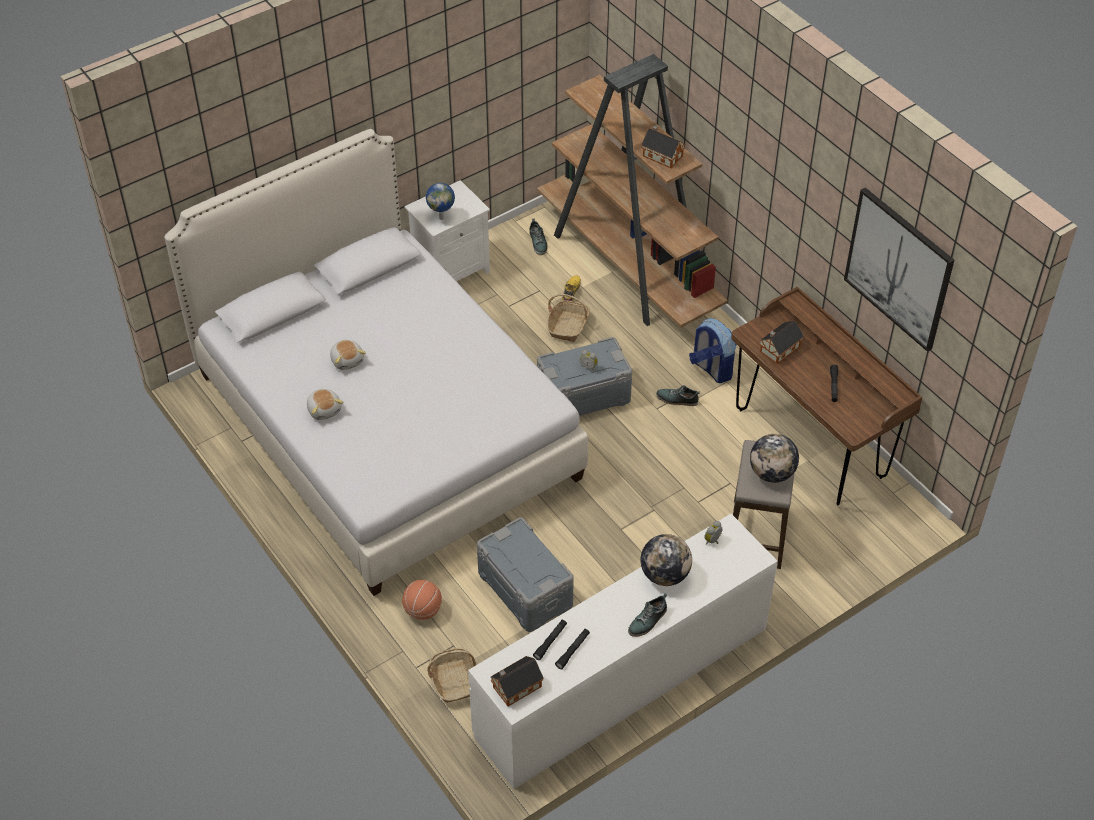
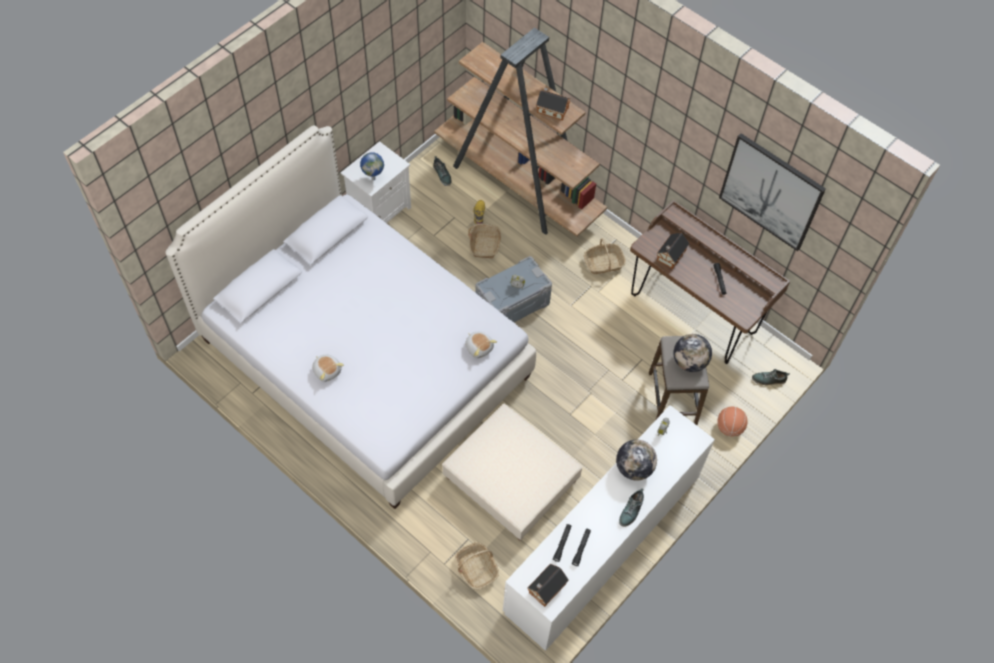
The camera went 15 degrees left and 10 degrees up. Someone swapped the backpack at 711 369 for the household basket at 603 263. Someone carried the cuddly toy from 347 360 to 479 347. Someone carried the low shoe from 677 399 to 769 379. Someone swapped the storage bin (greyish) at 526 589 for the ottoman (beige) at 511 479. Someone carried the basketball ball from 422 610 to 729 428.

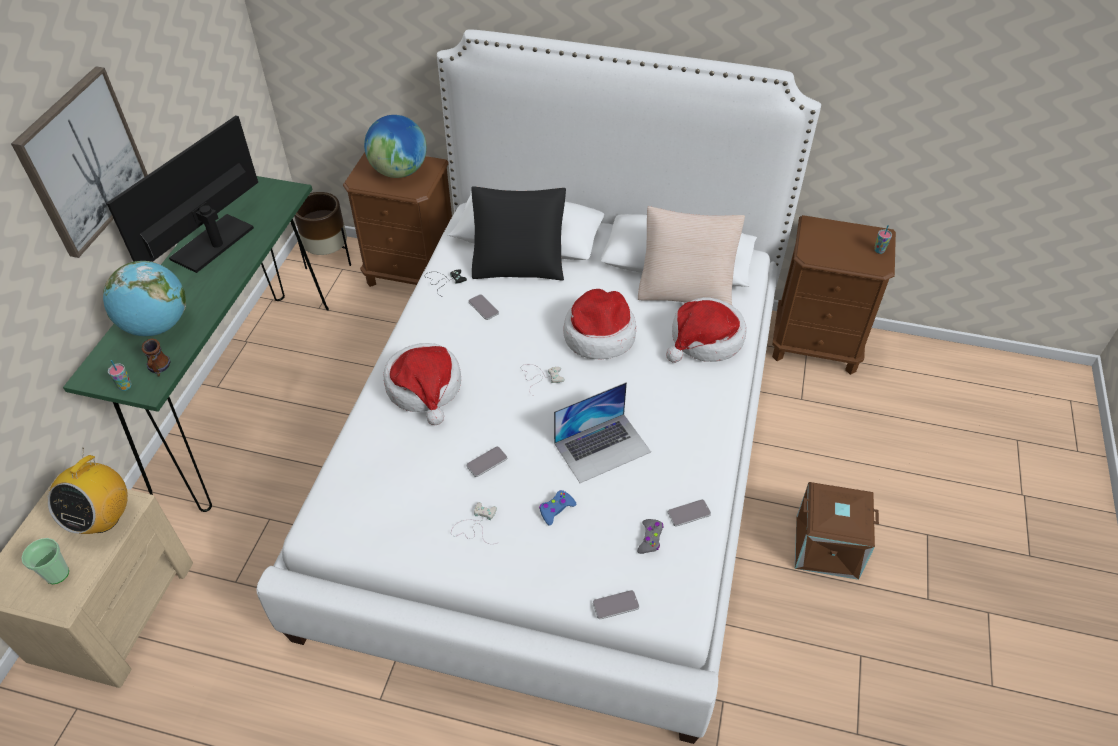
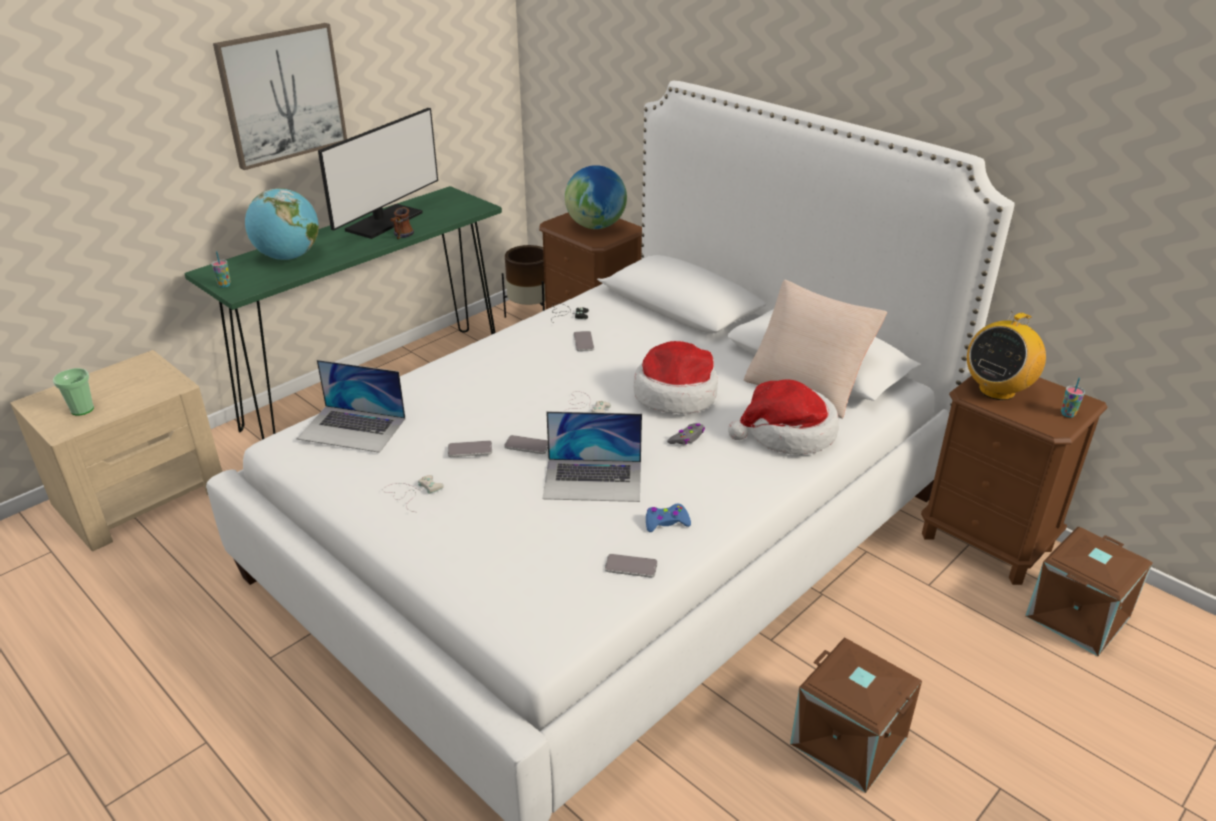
The camera went 30 degrees right and 15 degrees down. Someone rotated the monitor at 212 243 by 150 degrees clockwise. Someone took away the pillow (blackish) at 519 262. Someone carried the mug from 159 369 to 401 236. Someone took away the hat at 425 388. Someone carried the radio from 103 518 to 997 390. Someone carried the gamepad (blue) from 556 509 to 666 522. Someone carried the gamepad (greyish) from 650 539 to 687 438. Someone carried the handset from 615 605 to 527 445. Someone put down the portable computer at 352 428. Someone put down the storage bin (brown) at 1079 618.

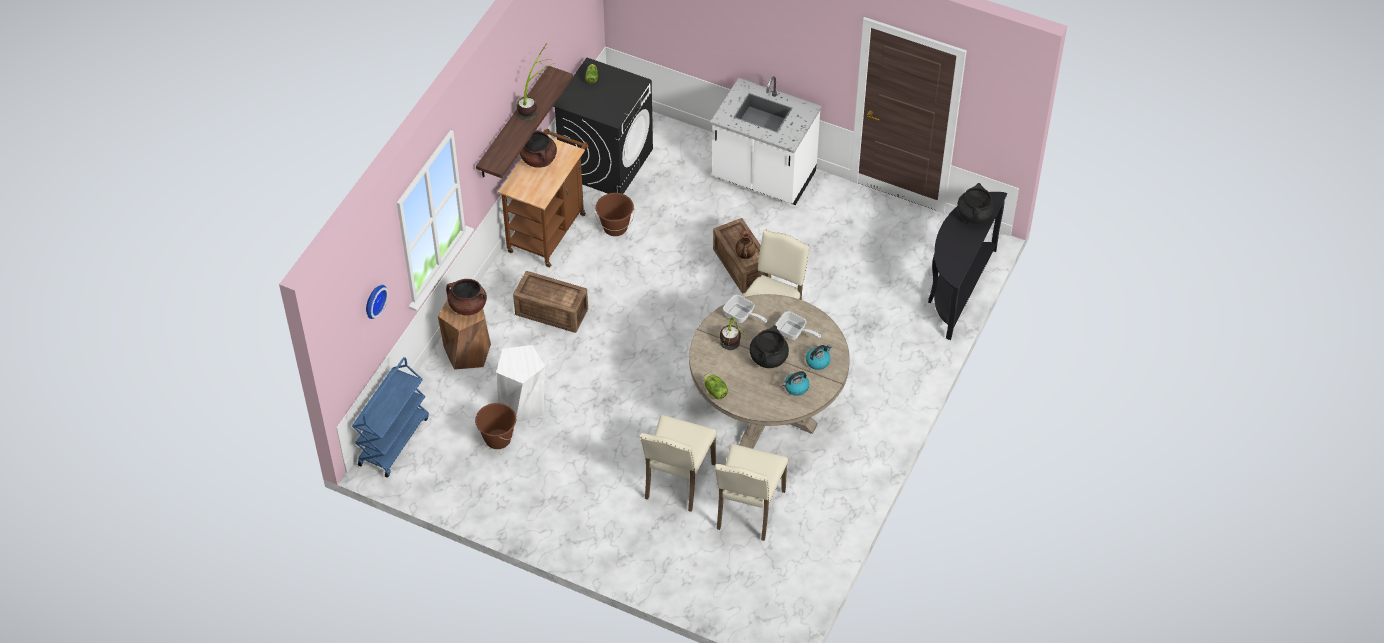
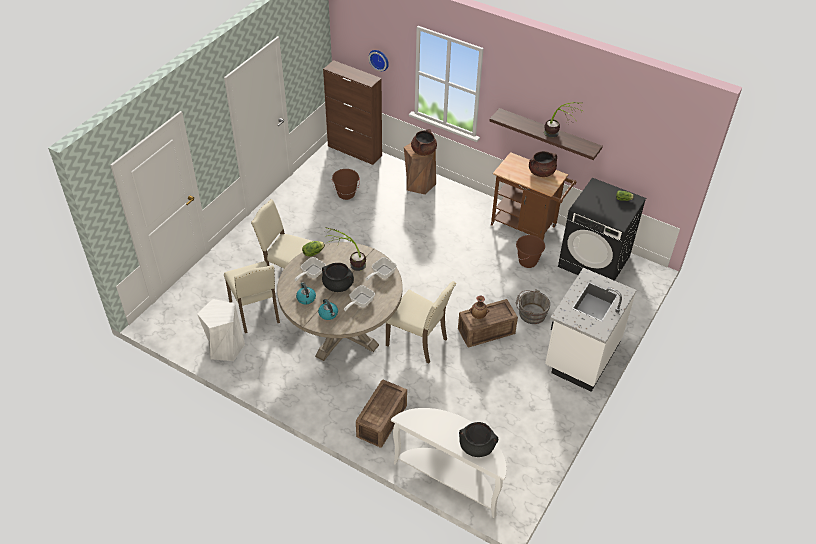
The camera went 95 degrees right and 5 degrees down. Someone repainted the console table (blackish) at 957 289, which became the console table (whitish) at 450 478. Someone carried the crate from 551 311 to 383 420. Someone carried the stool seat (whitish) from 523 404 to 225 347. Someone swapped the trolley (blue) at 393 440 for the cupboard (brown) at 355 151. Someone rotated the plain chair (beige) at 748 510 by 135 degrees counterclockwise. Someone put down the frying pan at 311 274. Someone put down the bucket (greyish) at 530 313.

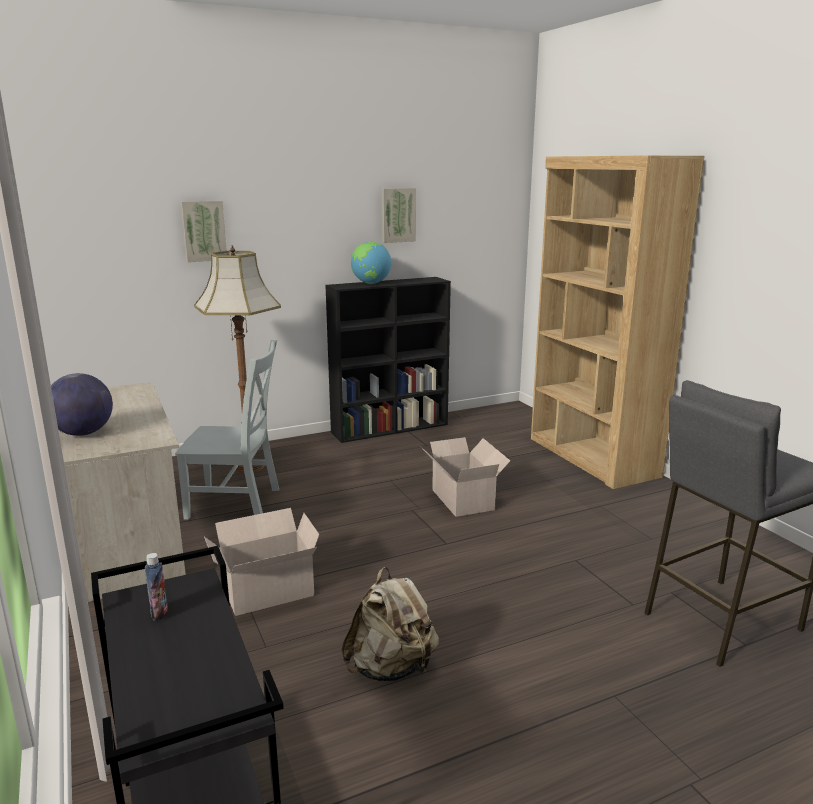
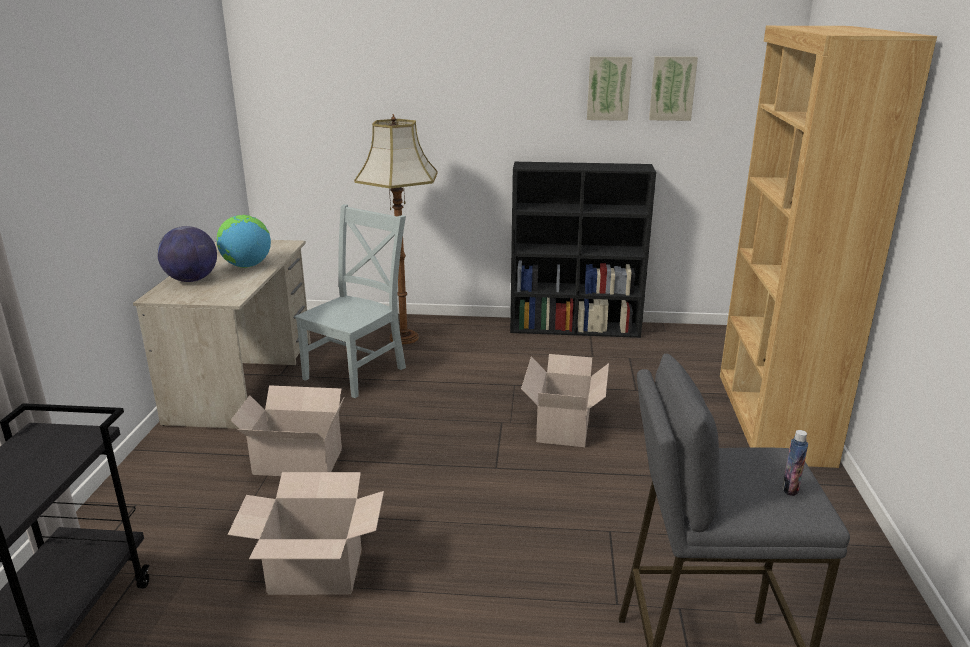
The camera went 30 degrees right and 5 degrees up. Someone carried the wall picture from 204 231 to 672 88. Someone carried the desk globe from 371 283 to 246 266. Someone rotated the plain chair (greyish) at 238 504 by 90 degrees counterclockwise. Someone carried the drink bottle from 159 613 to 790 488. Someone swapped the backpack (beige) at 391 668 for the cardboard box at 316 570.

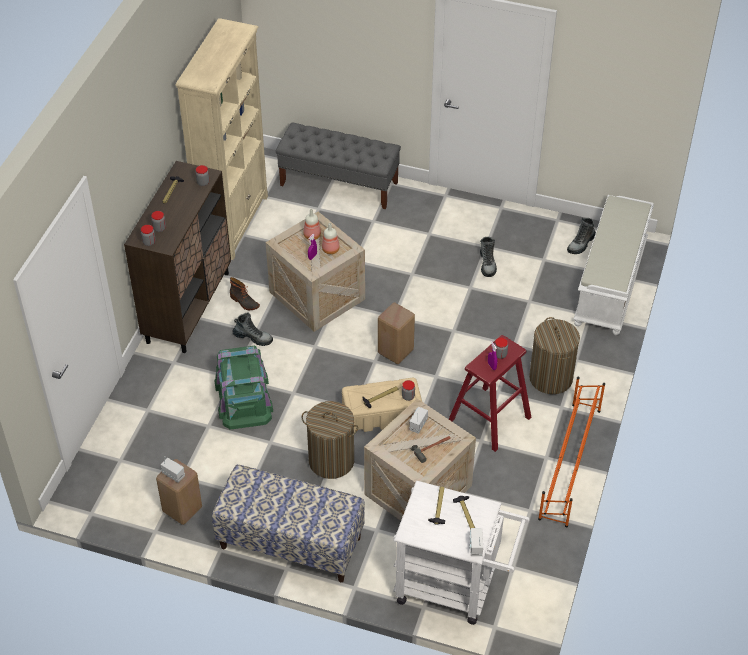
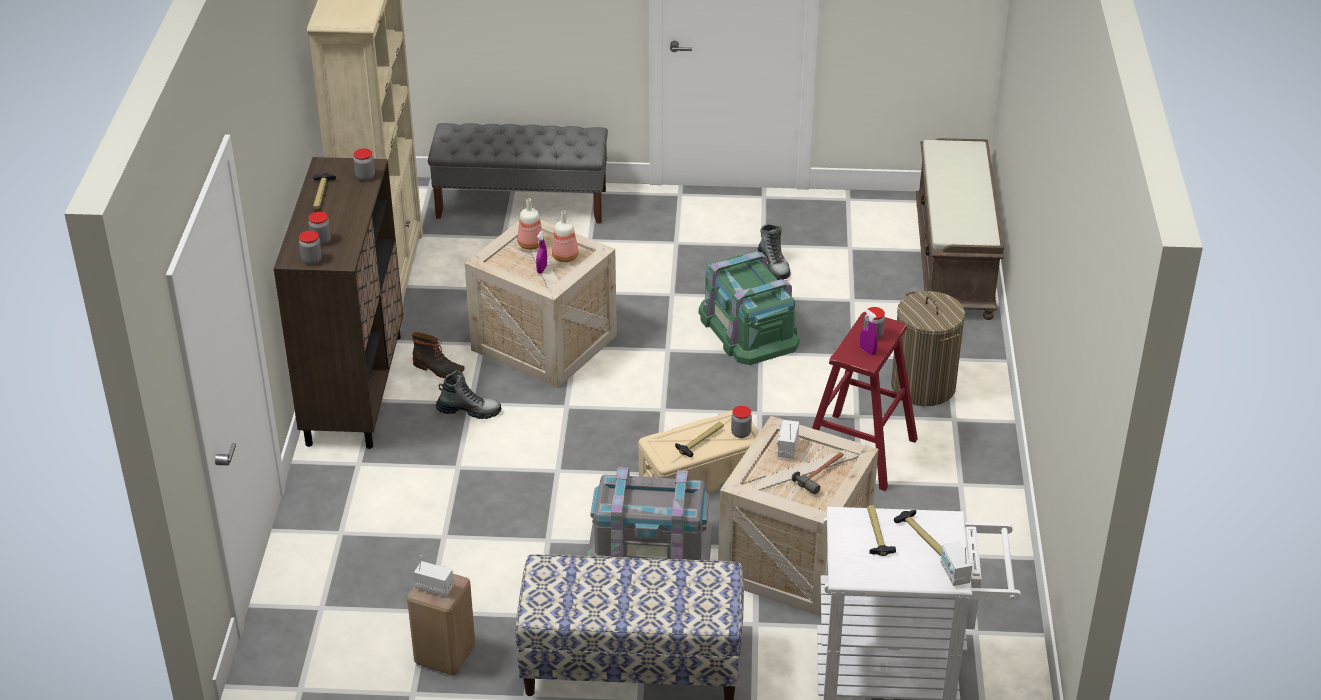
The camera went 15 degrees left and 10 degrees down. Someone repainted the indoor bench (whitish) at 611 284, which became the indoor bench (brown) at 954 261. Someone took away the tall boot at 581 244. Someone took away the stool seat (beige) at 396 351. Someone carried the storage bin (greenish) from 243 398 to 747 328. Someone took away the shoe stand (orangey) at 569 464. Someone swapped the hamper at 331 461 for the storage bin (greyish) at 650 547.

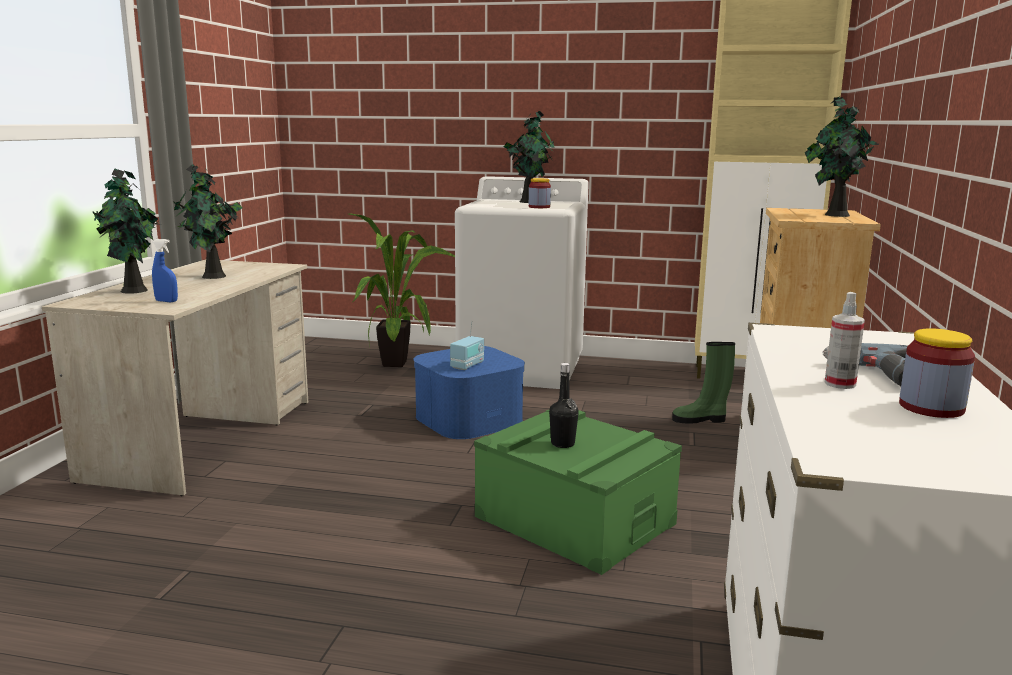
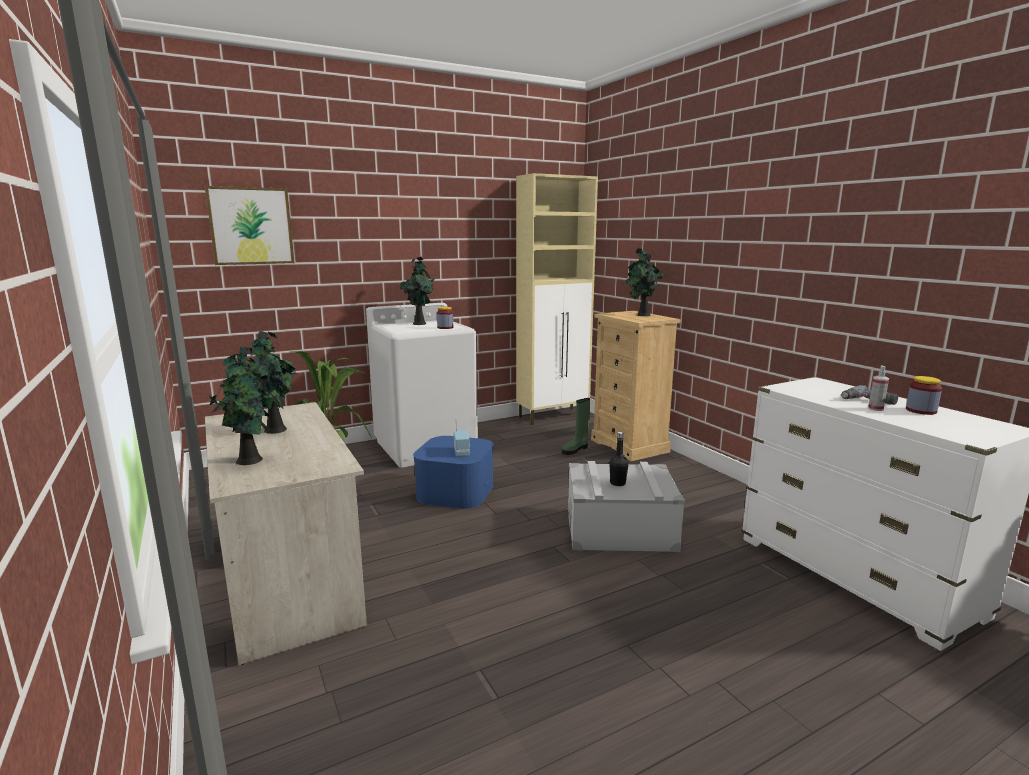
The camera went 40 degrees left and 0 degrees up. Someone took away the hand sprayer (blue) at 166 301. Someone repainted the storage bin (greenish) at 574 520, which became the storage bin (greyish) at 619 529. Someone put up the wall picture at 251 226.

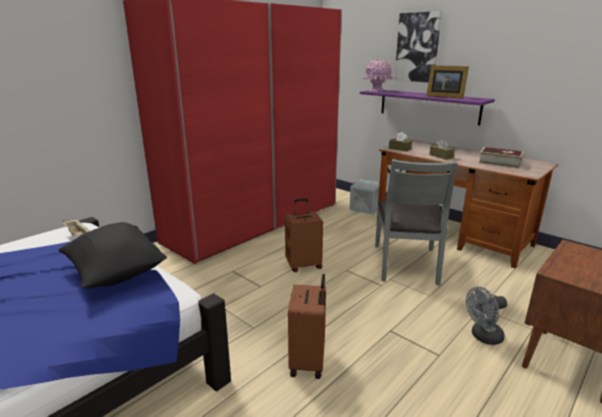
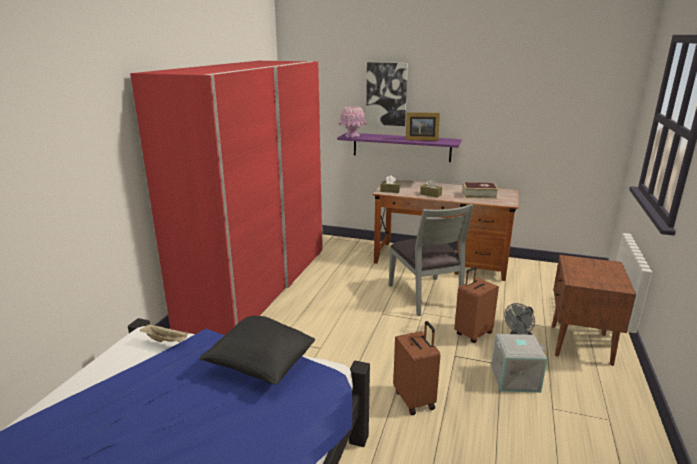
The camera went 25 degrees left and 0 degrees up. Someone carried the storage bin (greyish) from 365 207 to 515 378. Someone carried the suitcase (brown) from 303 265 to 472 333.

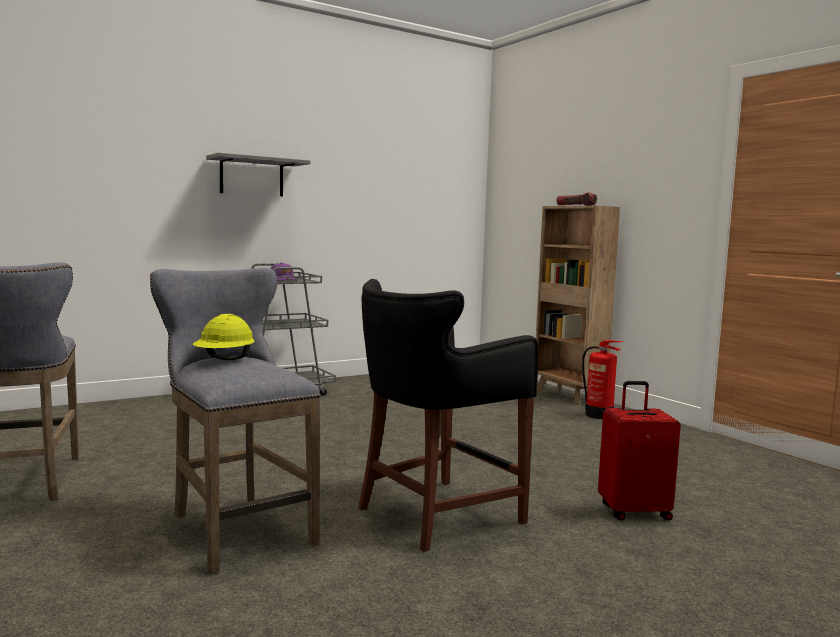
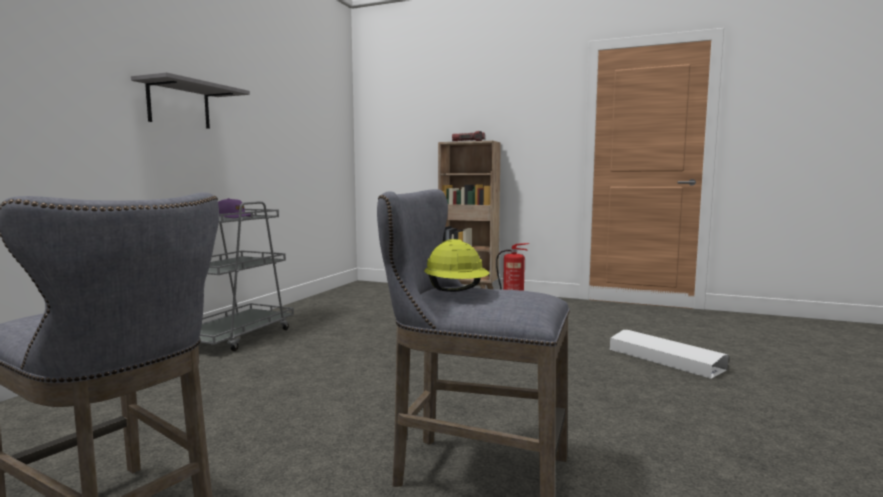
The camera went 35 degrees left and 0 degrees up. Someone took away the stool seat (blackish) at 434 515. Someone swapped the suitcase (red) at 634 511 for the storage bin (whitish) at 664 359.

